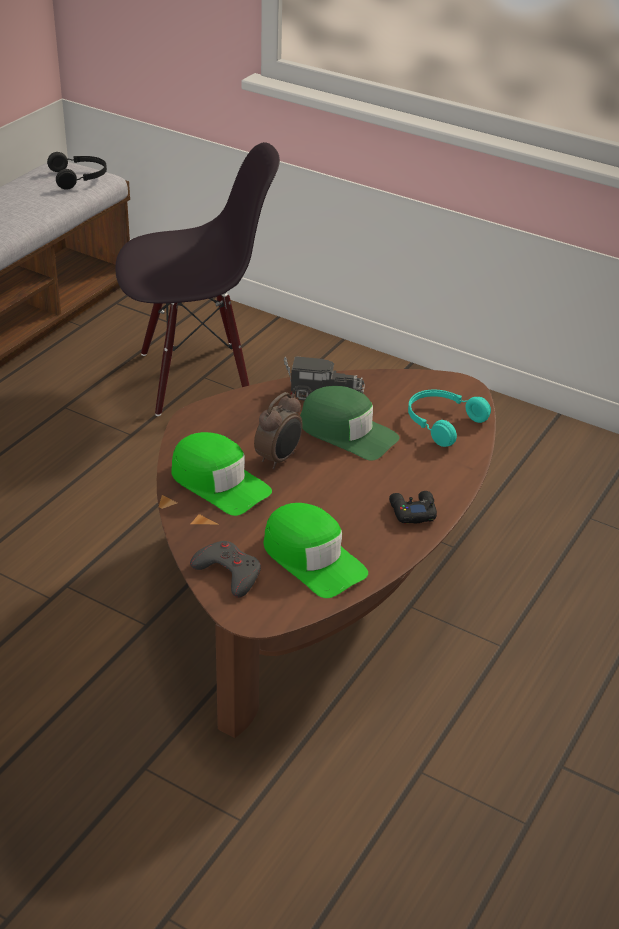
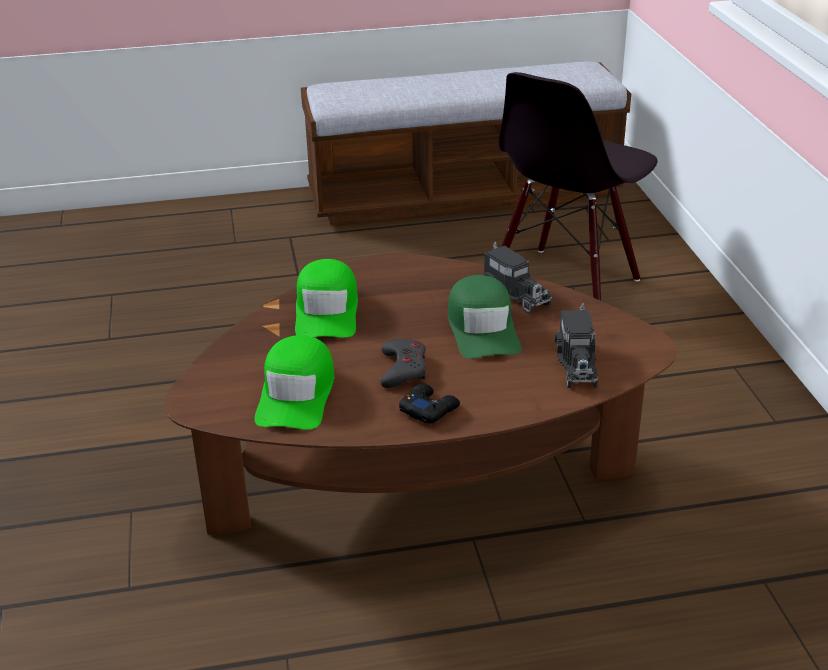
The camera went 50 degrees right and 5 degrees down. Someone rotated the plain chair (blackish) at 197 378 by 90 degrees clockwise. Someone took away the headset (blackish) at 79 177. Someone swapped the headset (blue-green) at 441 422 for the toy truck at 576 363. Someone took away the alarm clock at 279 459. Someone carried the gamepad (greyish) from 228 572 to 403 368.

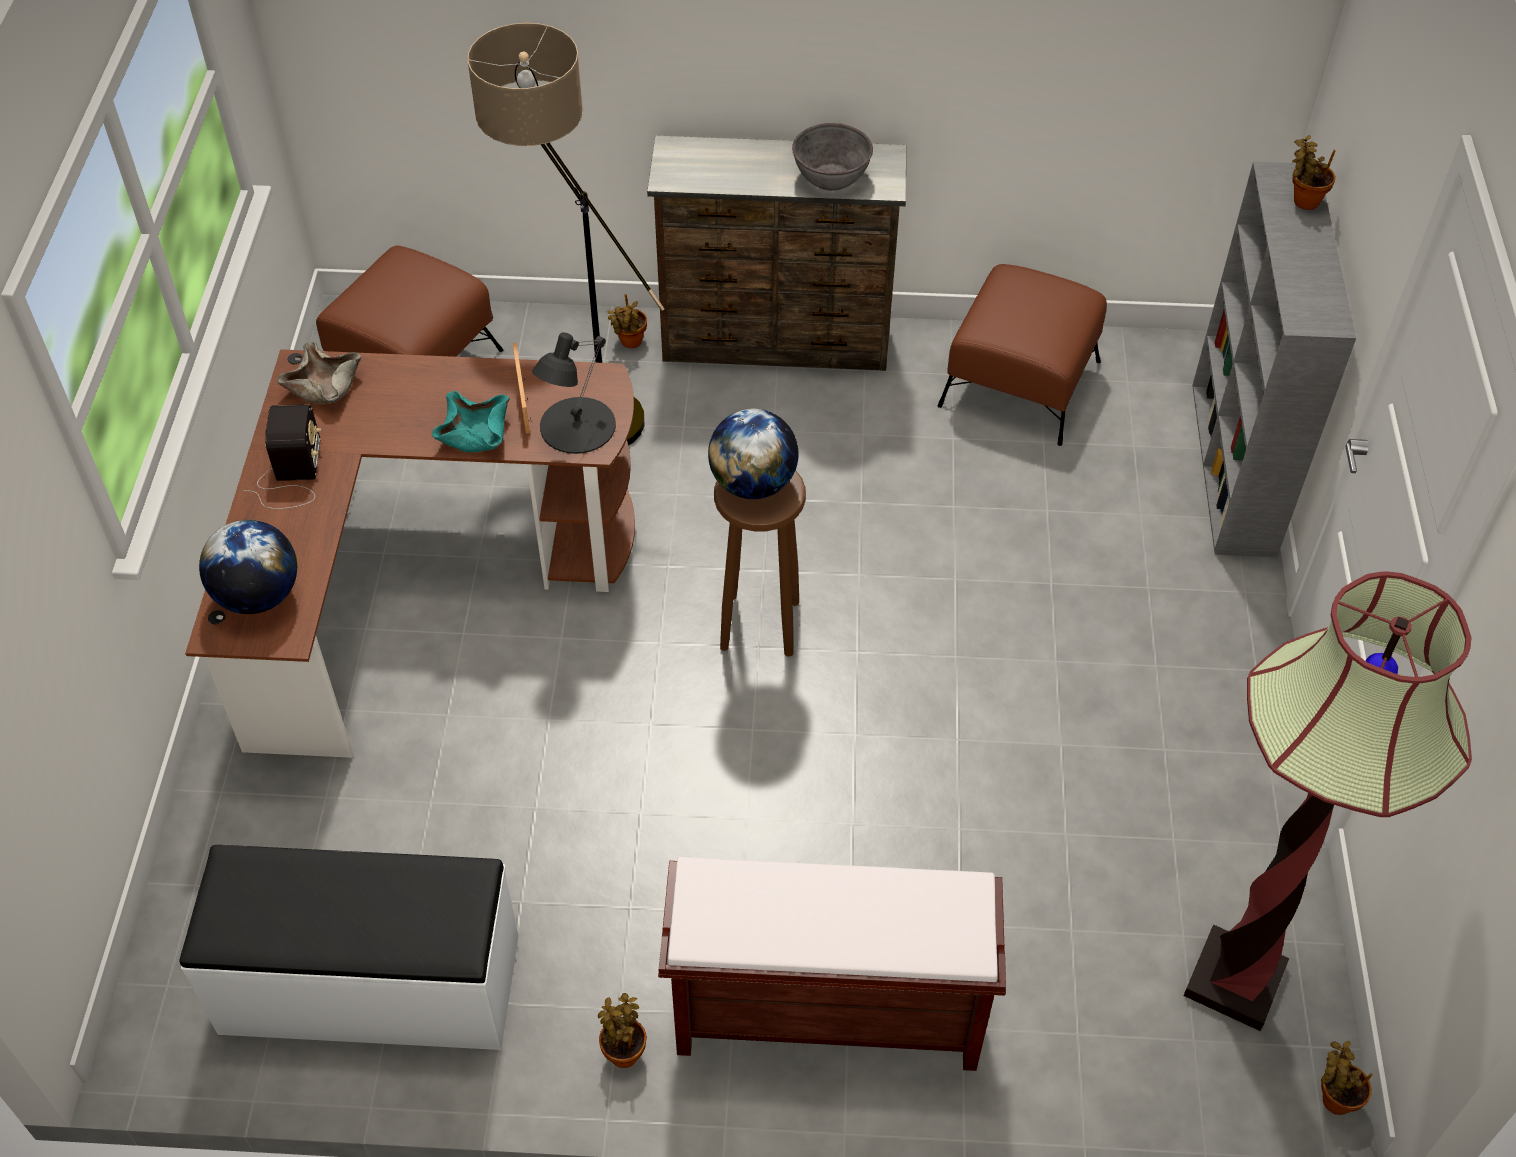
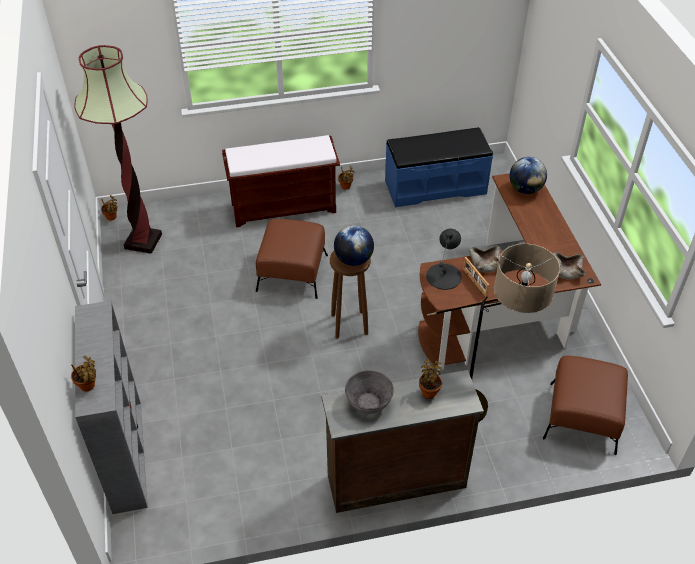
The camera went 165 degrees right and 5 degrees down. Someone carried the ottoman (brown) from 1021 383 to 292 273. Someone carried the plant in a pot from 630 342 to 429 391. Someone repainted the bowl (blue-green) at 475 434, which became the bowl (beige) at 485 264. Someone took away the radio at 291 475. Someone repainted the indoor bench (whitish) at 370 986, which became the indoor bench (blue) at 435 187.

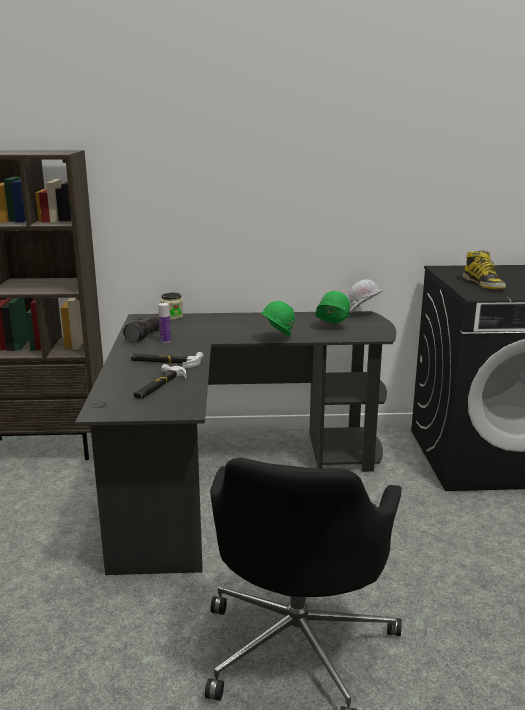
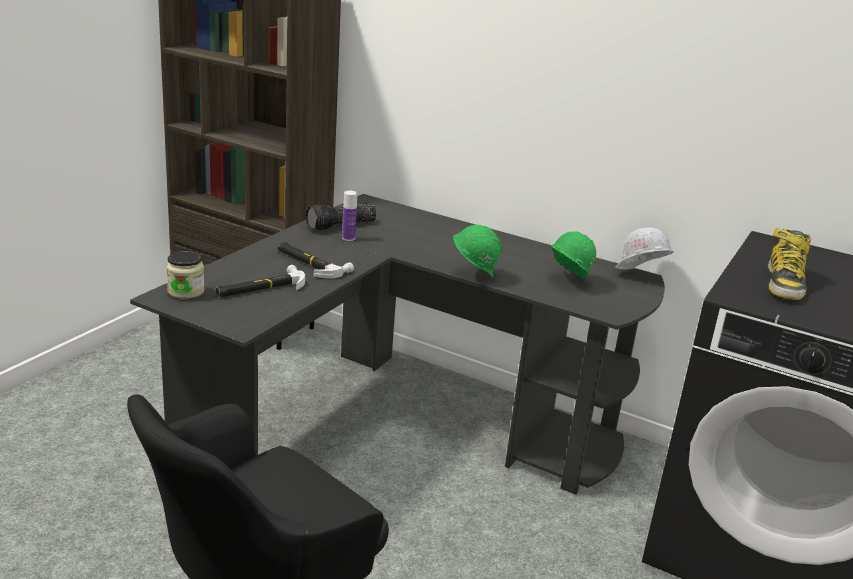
The camera went 30 degrees right and 5 degrees up. Someone carried the storage jar from 172 317 to 186 291.

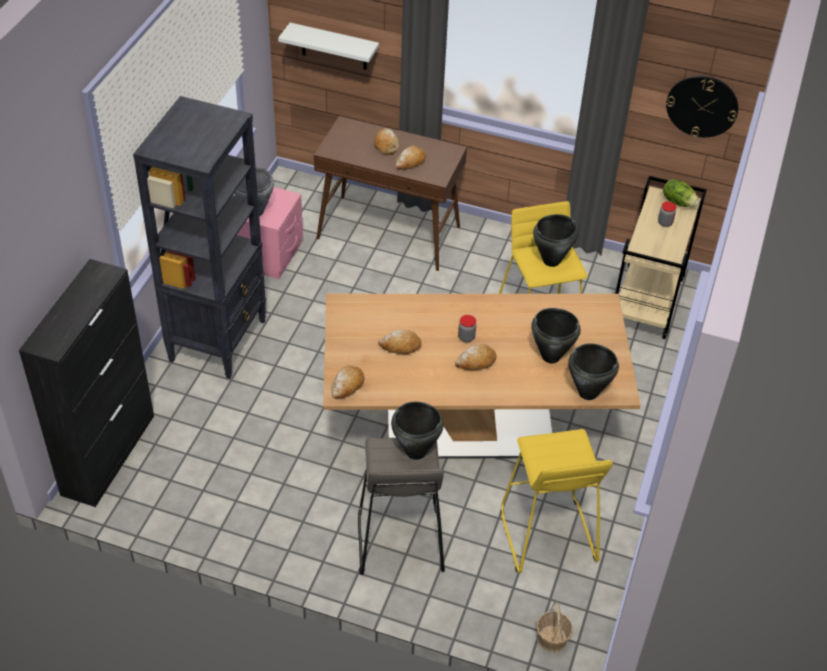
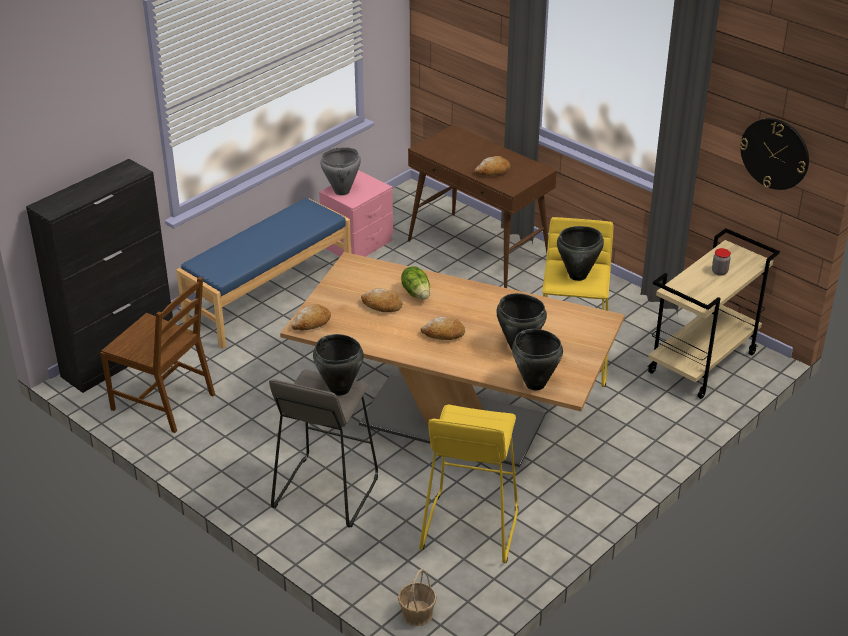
The camera went 25 degrees right and 10 degrees down. Someone took away the shelf (whitish) at 334 47. Someone swapped the bookcase (blackish) at 218 340 for the indoor bench (blue) at 269 297. Someone took away the bread at 386 145. Someone carried the lettuce from 678 202 to 417 293. Someone took away the storage jar at 466 337. Someone put down the plain chair (brown) at 165 401.

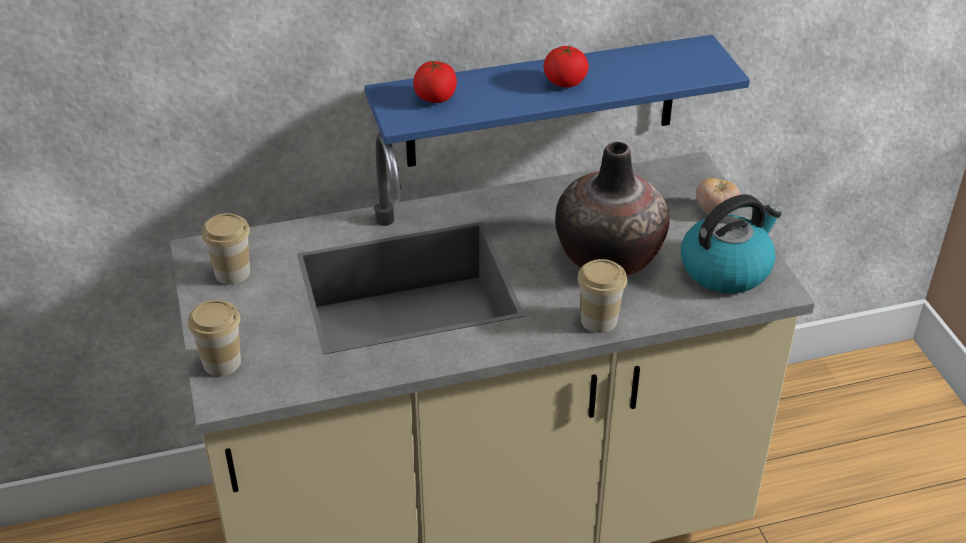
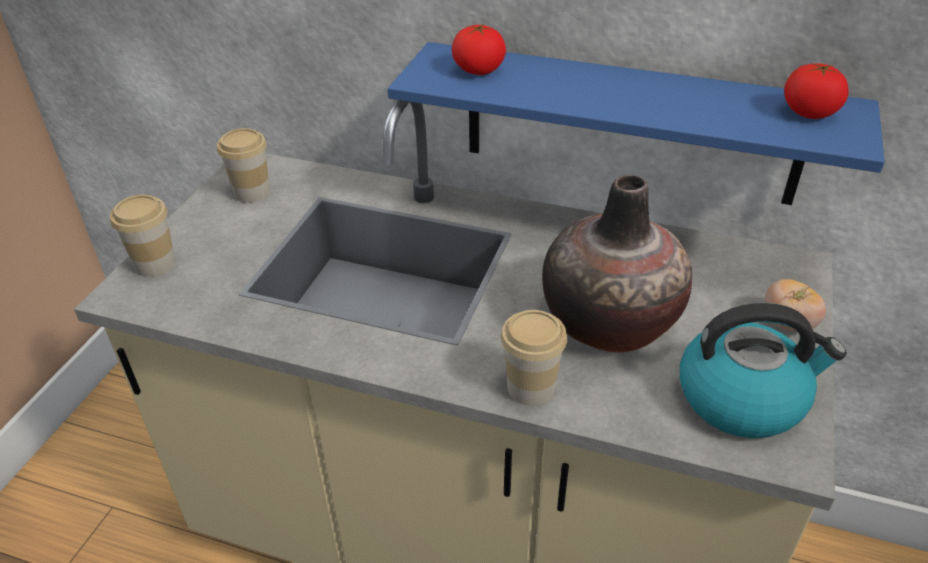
The camera went 35 degrees right and 0 degrees up. Someone carried the fresh tomato from 565 82 to 809 113.

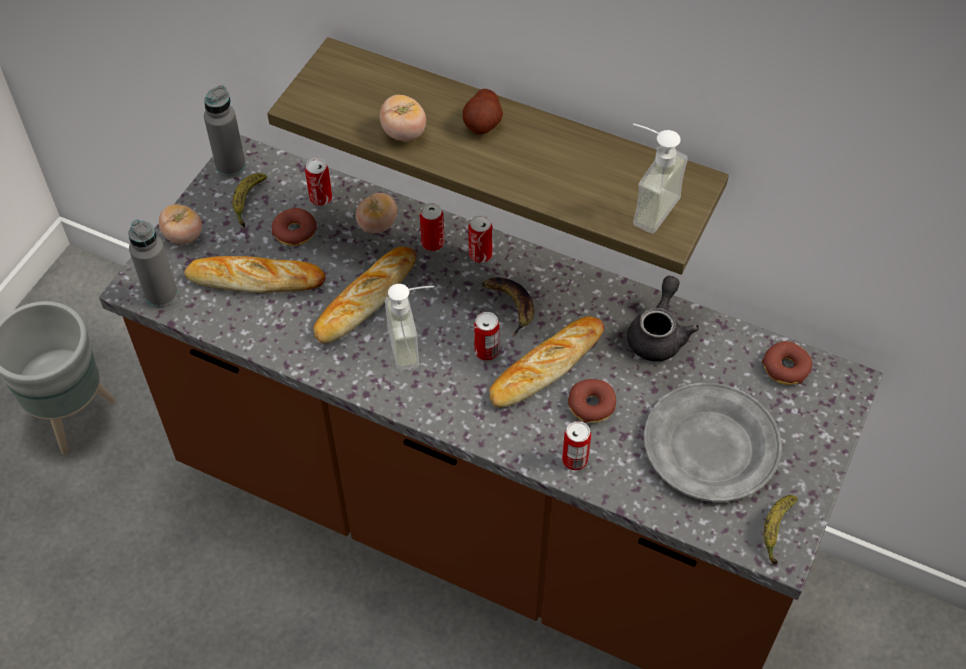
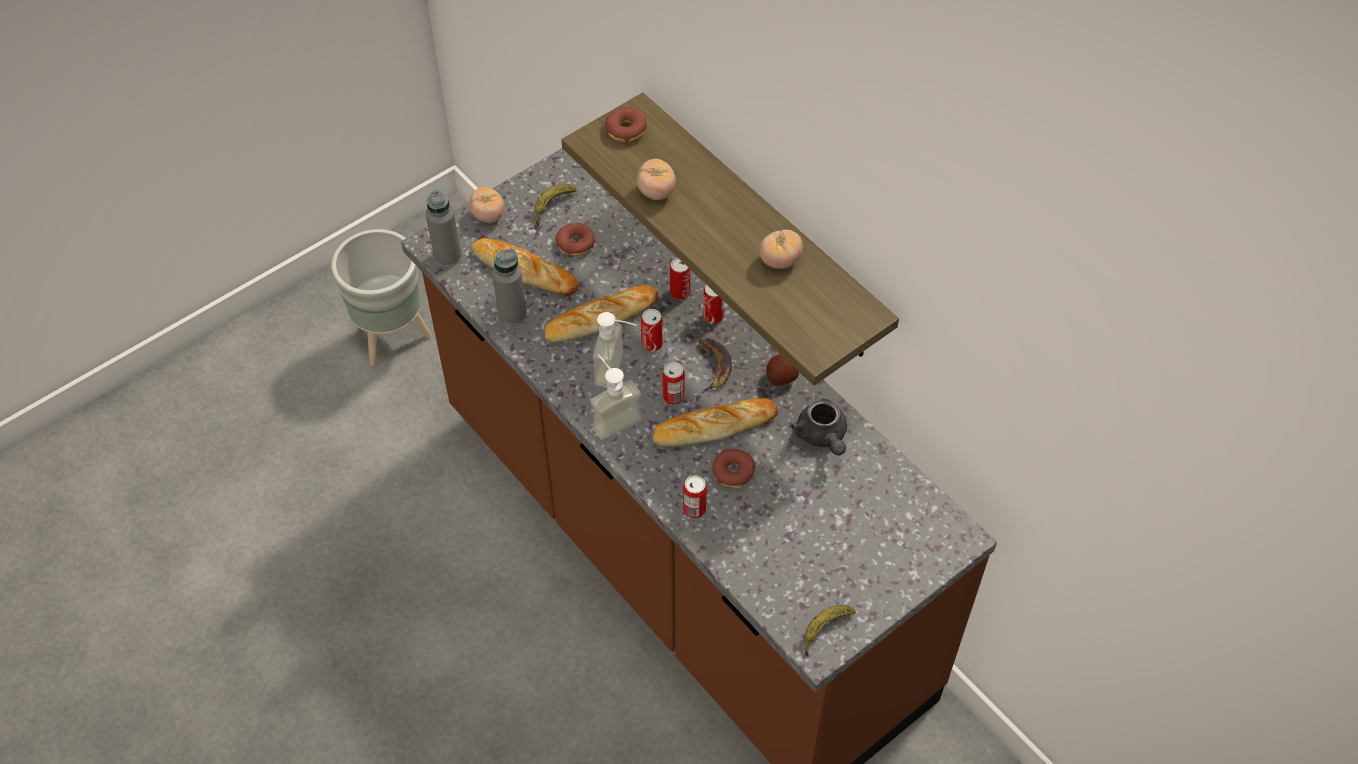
The camera went 25 degrees right and 0 degrees up. Someone carried the drink bottle (greyish) from 230 165 to 512 315. Someone carried the potato from 483 124 to 783 376. Someone carried the liquid soap bottle from 645 206 to 611 417. Someone carried the sealed can from 321 198 to 652 344. Someone carried the fresh tomato from 377 225 to 780 261. Someone rotated the tea pot (greyish) at 658 334 by 120 degrees clockwise. Someone carried the doughnut from 786 368 to 626 129. Someone took away the plate (greyish) at 710 446.

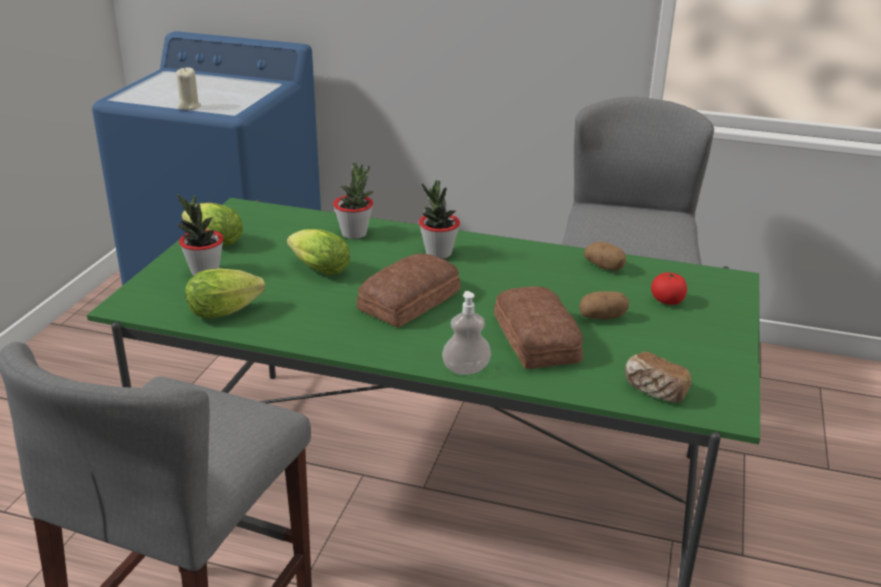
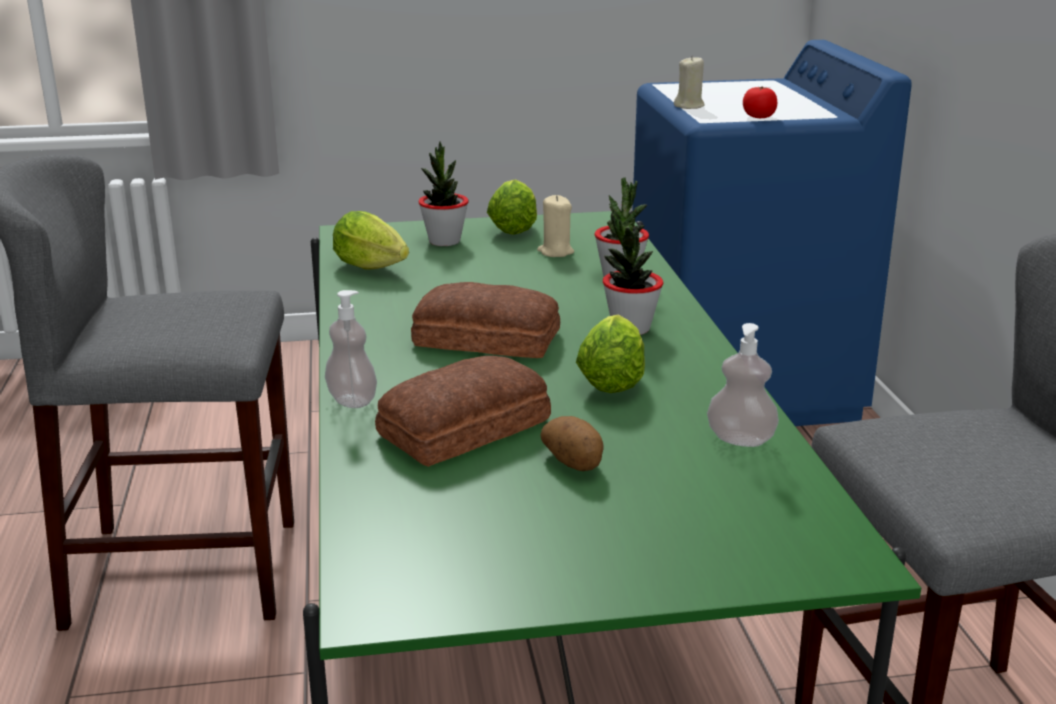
The camera went 65 degrees right and 5 degrees down. Someone carried the lettuce from 316 269 to 612 379. Someone swapped the potato at 605 267 for the liquid soap bottle at 740 439. Someone carried the fresh tomato from 667 301 to 758 117. Someone took away the bread at 654 391. Someone put down the candle (beige) at 555 252.

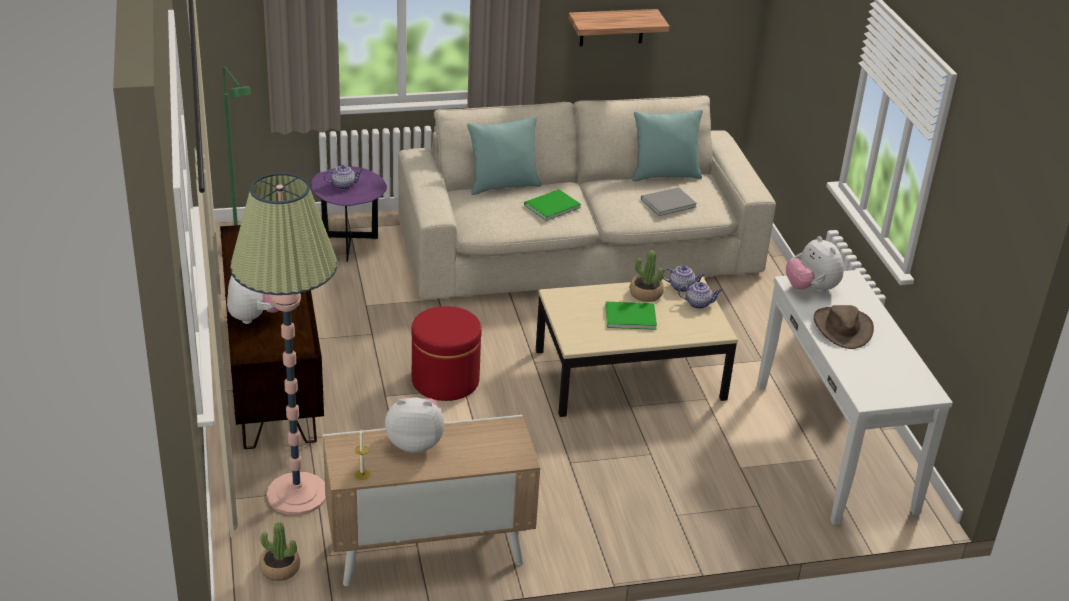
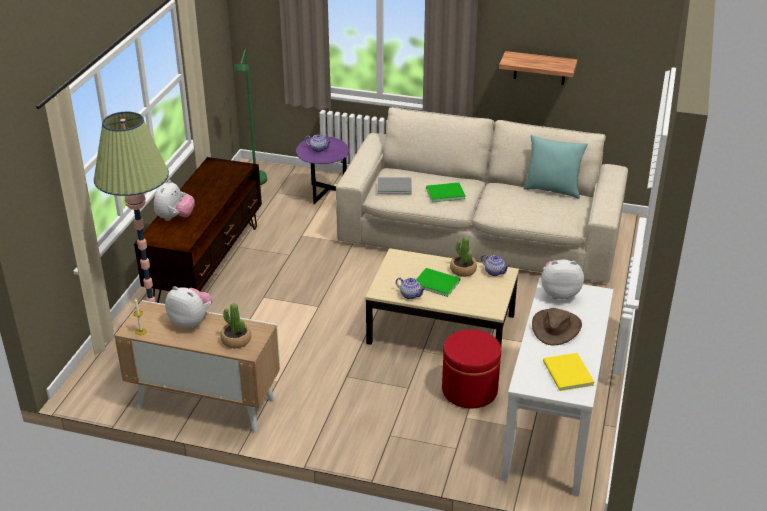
The camera went 30 degrees right and 0 degrees up. Someone took away the pillow (blue-green) at 503 185. Someone carried the book (greyish) from 666 202 to 393 186. Someone rotated the cuddly toy at 811 289 by 90 degrees clockwise. Someone carried the tea pot from 698 303 to 411 295. Someone carried the ottoman (red) from 445 381 to 469 390. Someone carried the plant in a pot from 280 568 to 236 340. Someone put down the book (yellow-coloured) at 567 374.

